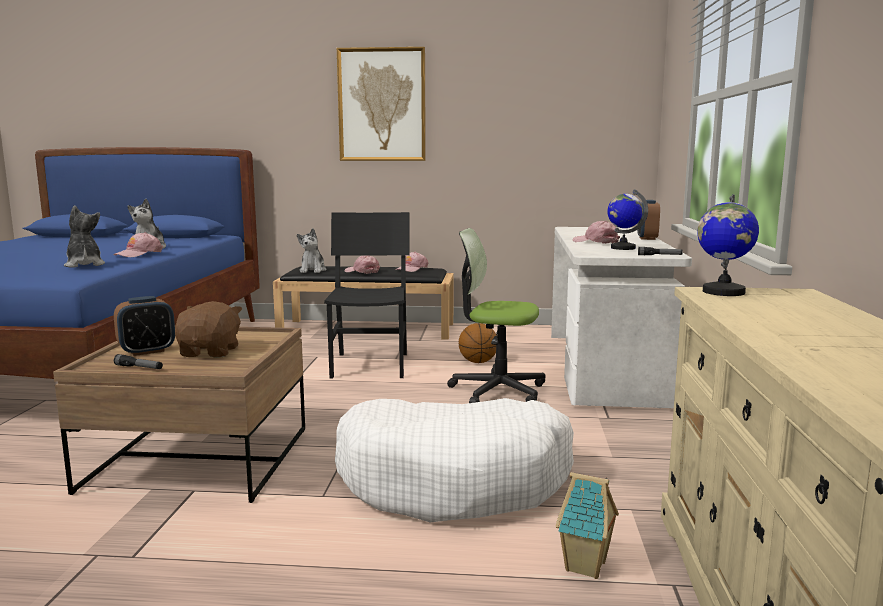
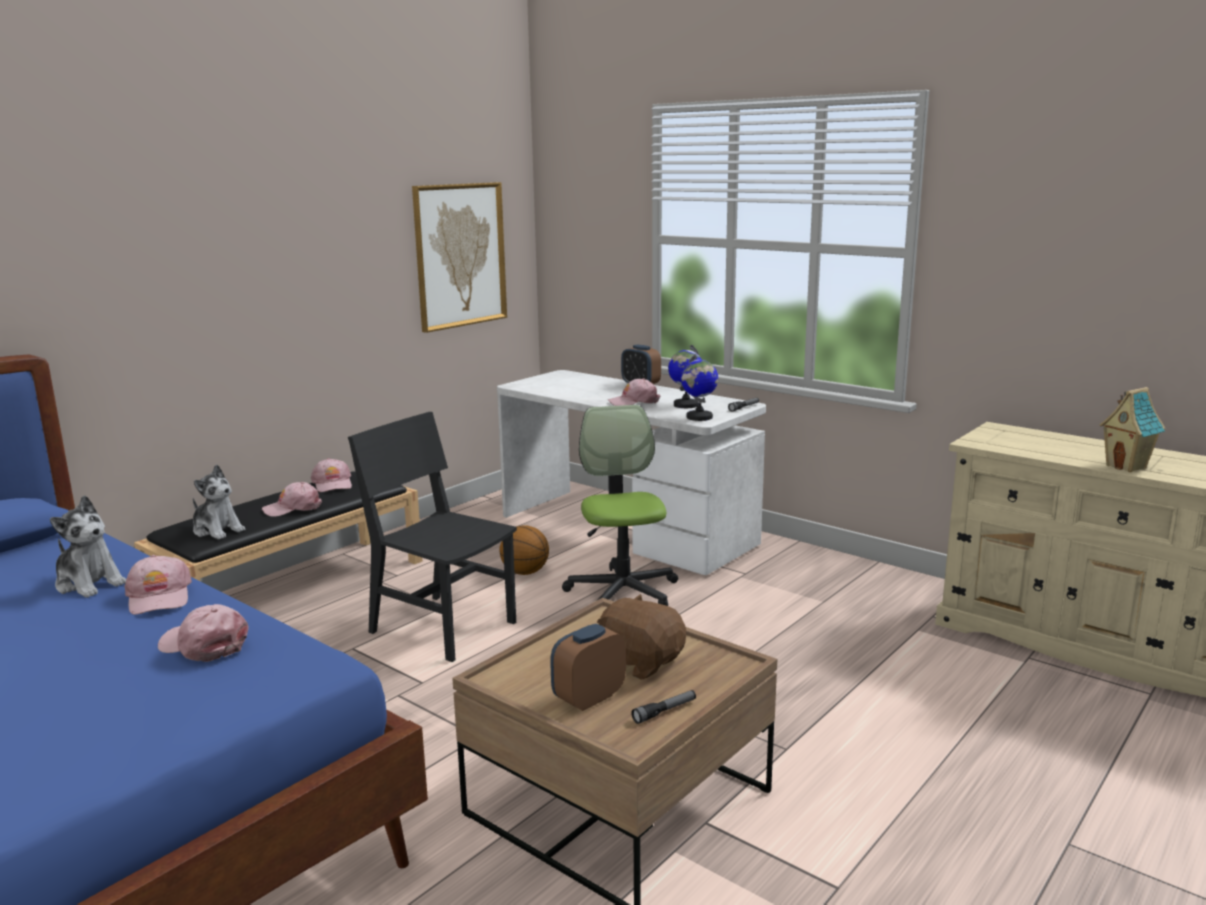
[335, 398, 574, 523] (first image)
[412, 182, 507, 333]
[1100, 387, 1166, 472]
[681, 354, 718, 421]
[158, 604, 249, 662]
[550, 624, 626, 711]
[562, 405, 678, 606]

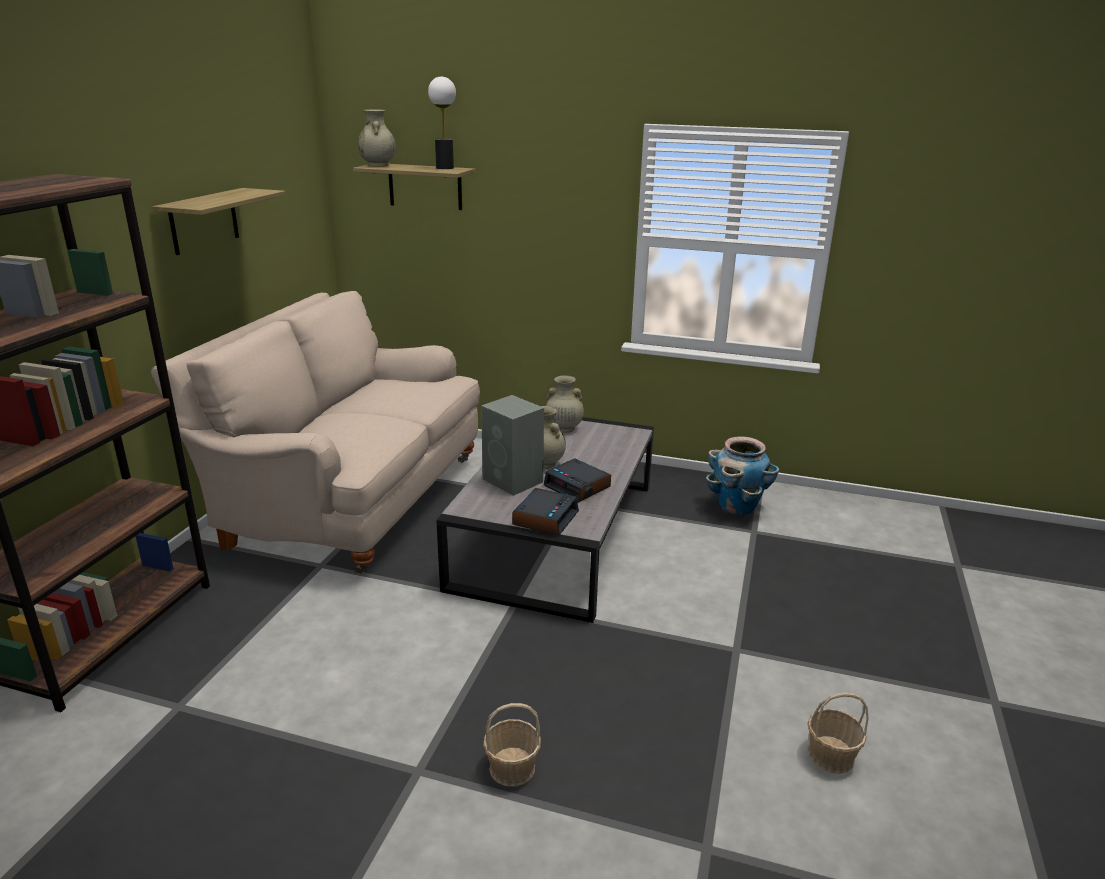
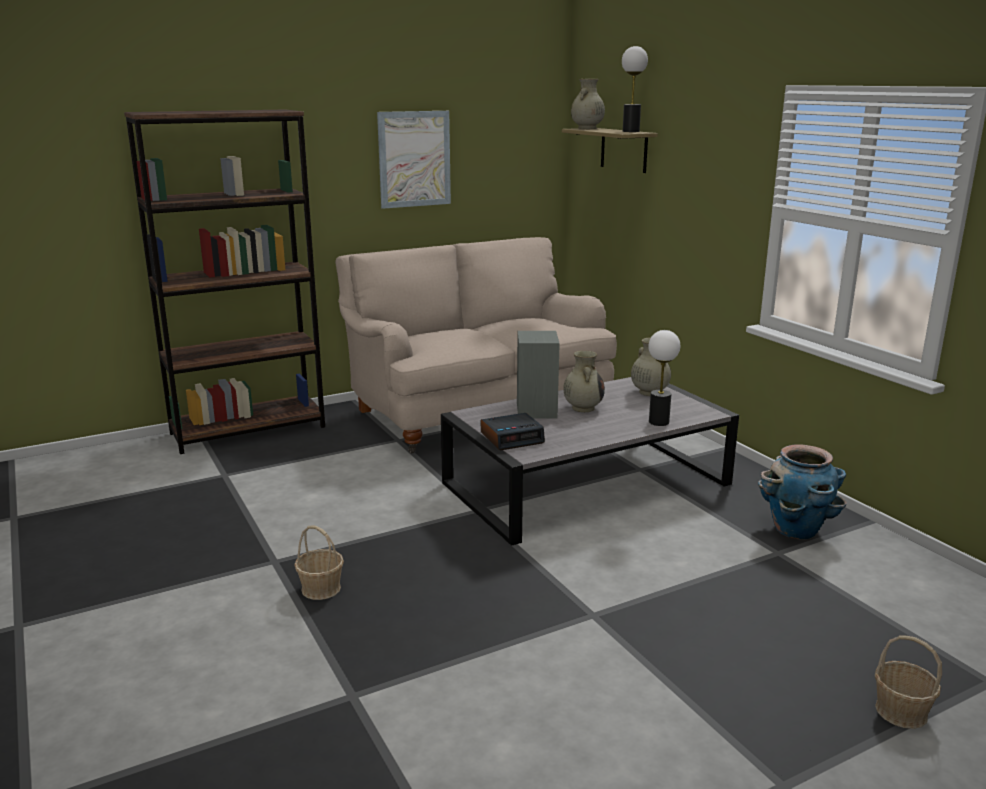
[544, 459, 611, 502] (first image)
[648, 330, 680, 426]
[875, 635, 942, 729]
[377, 111, 451, 209]

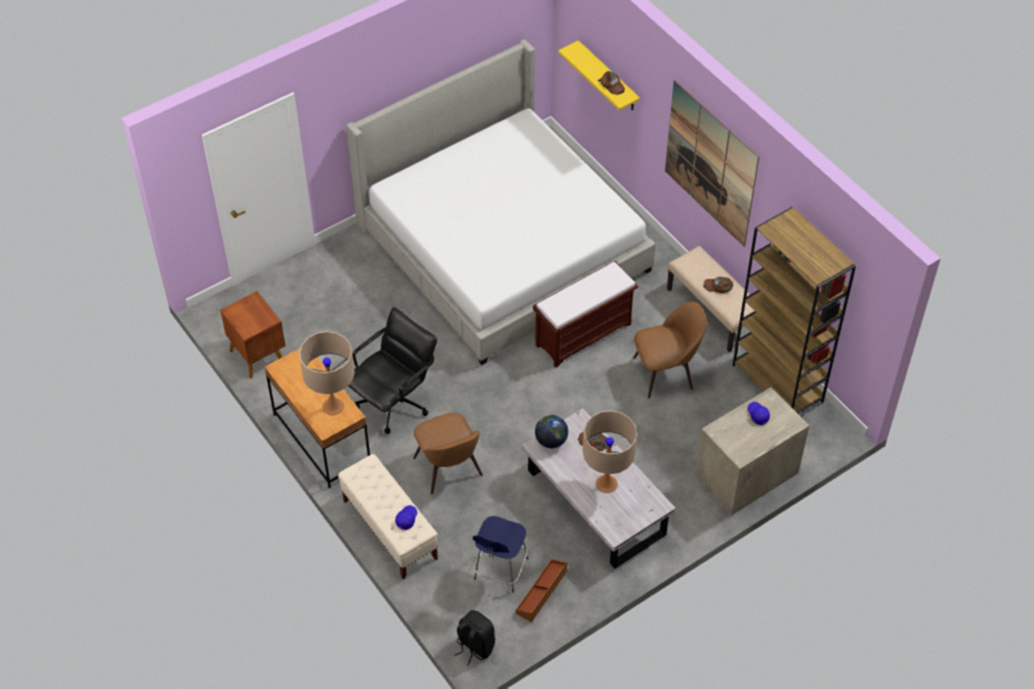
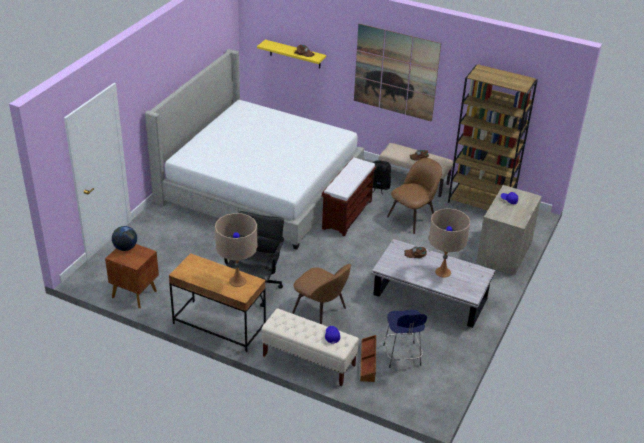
[372, 160, 391, 194]
[360, 335, 376, 382]
[112, 226, 137, 251]

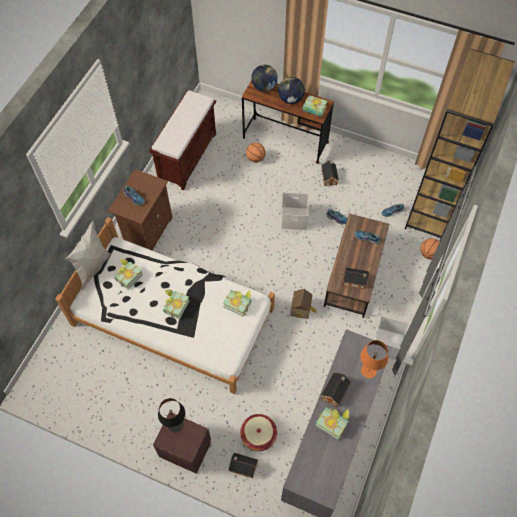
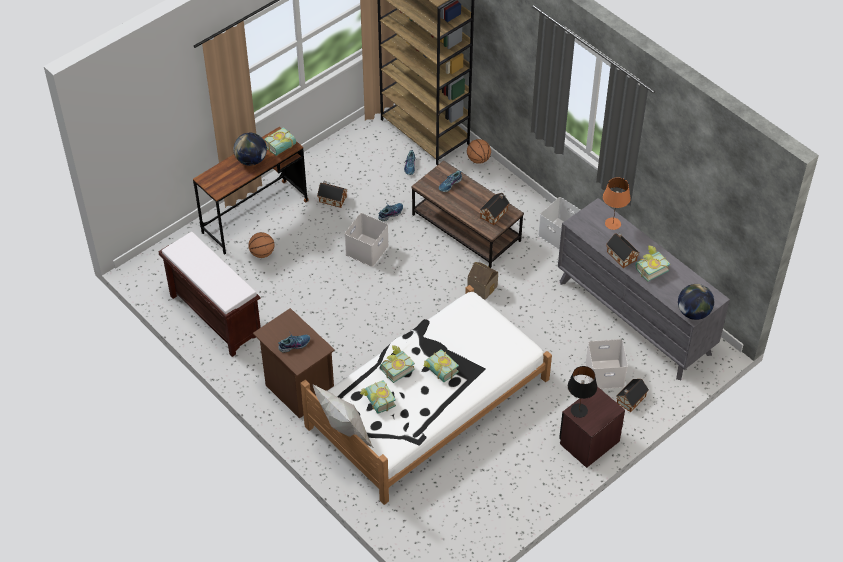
[380, 345, 415, 383]
[678, 284, 714, 320]
[585, 339, 628, 389]

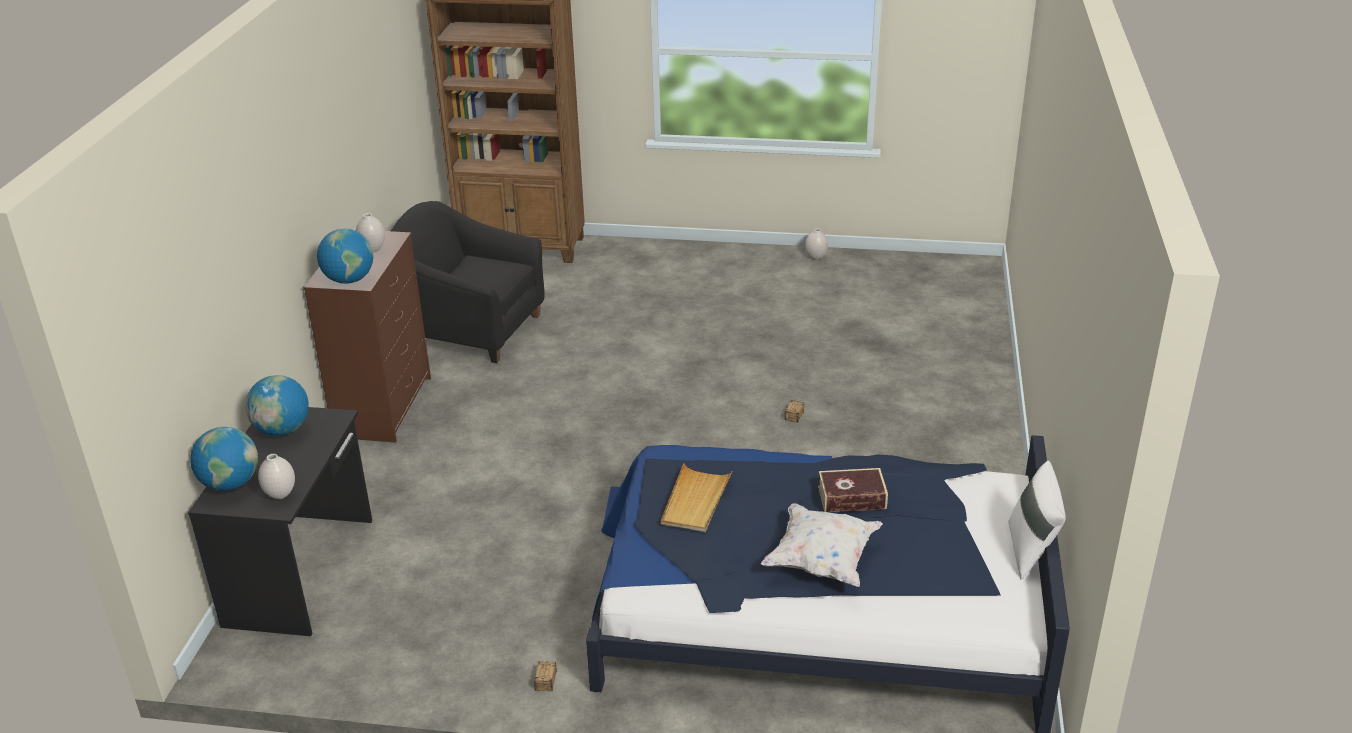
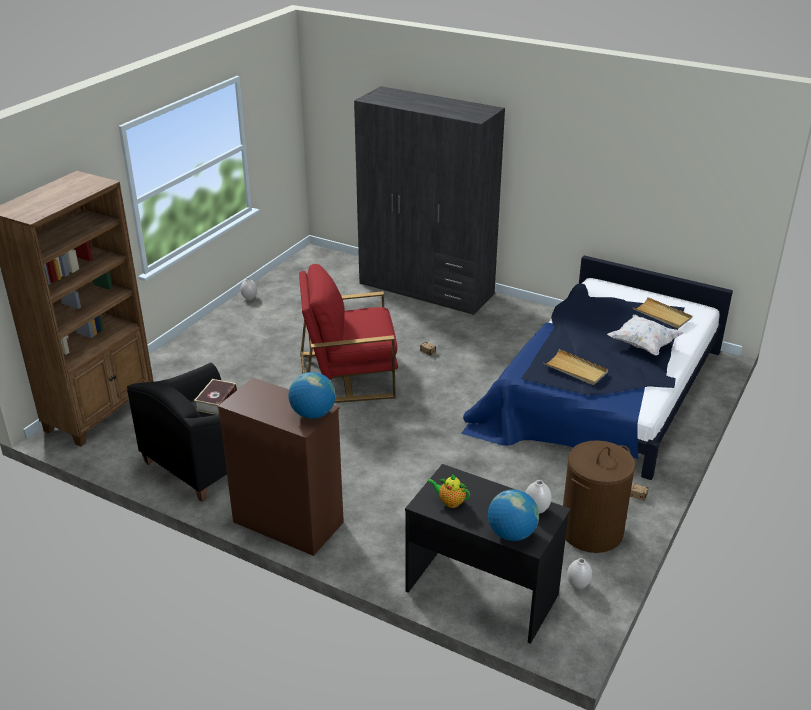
[1009, 461, 1066, 580] (first image)
[299, 264, 398, 403]
[354, 86, 505, 315]
[563, 440, 635, 553]
[633, 297, 692, 329]
[567, 558, 592, 589]
[194, 379, 237, 415]
[427, 474, 470, 508]

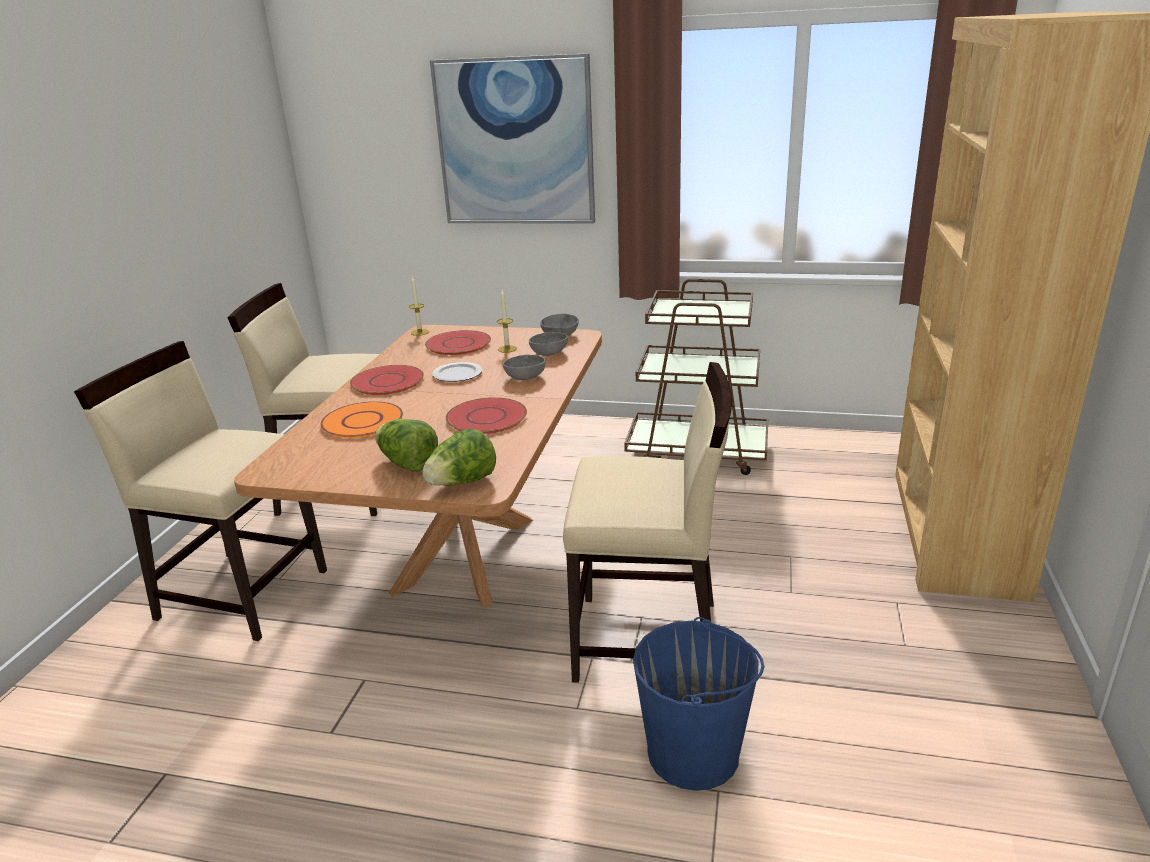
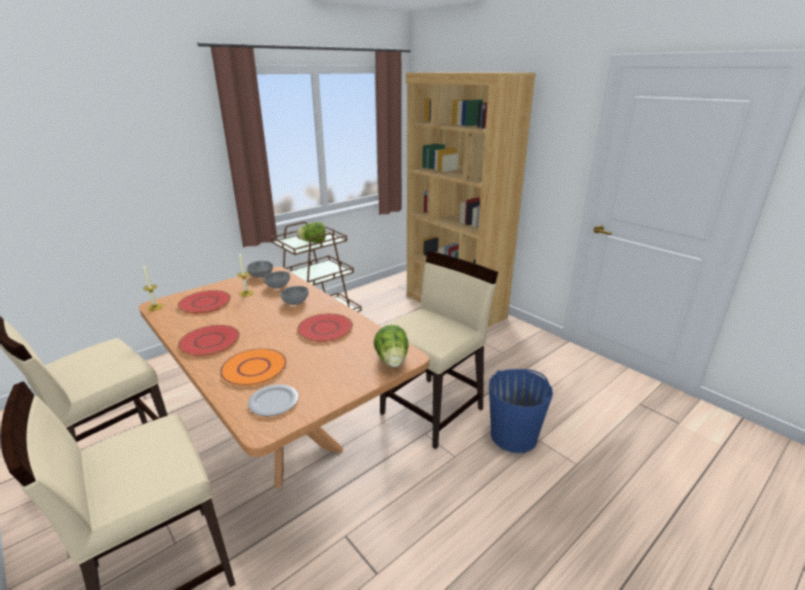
[430, 53, 595, 224] (first image)
[296, 222, 326, 242]
[248, 384, 299, 416]

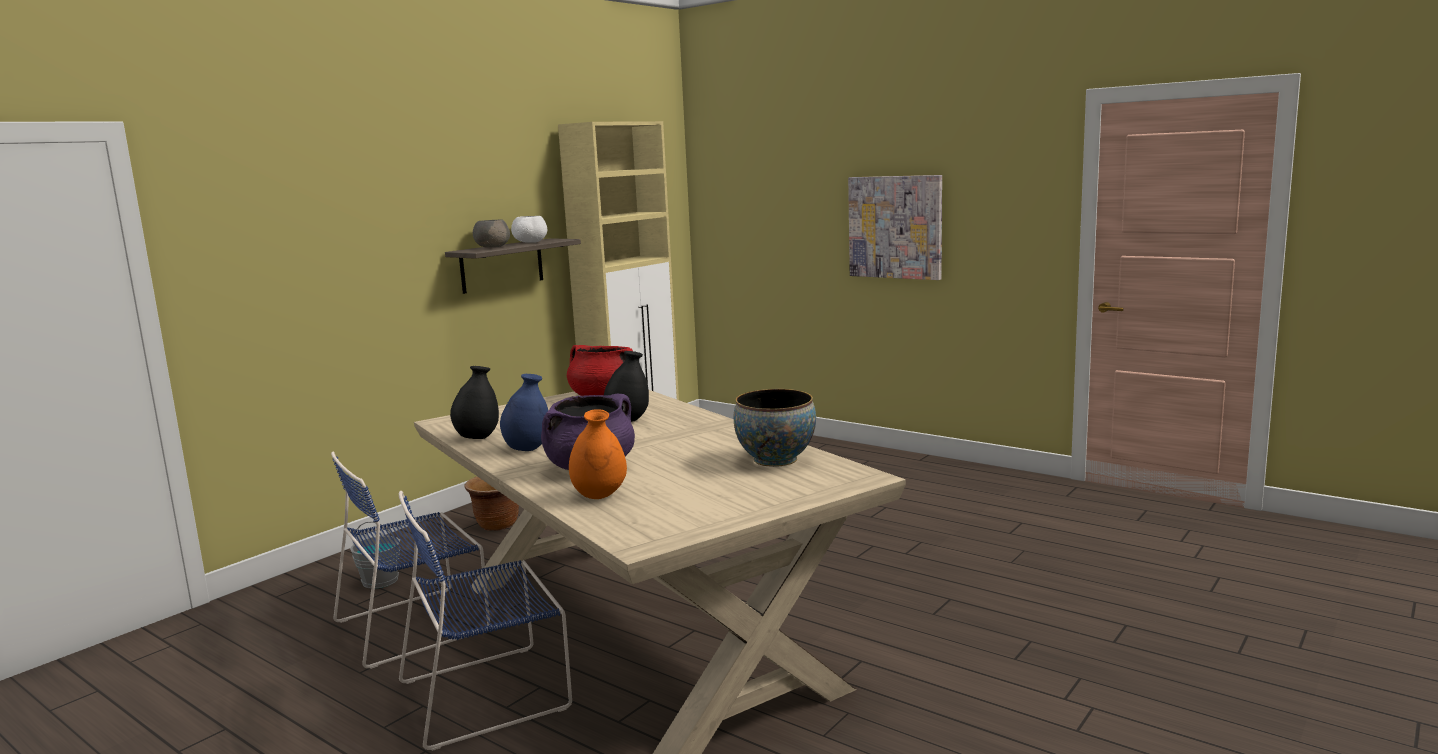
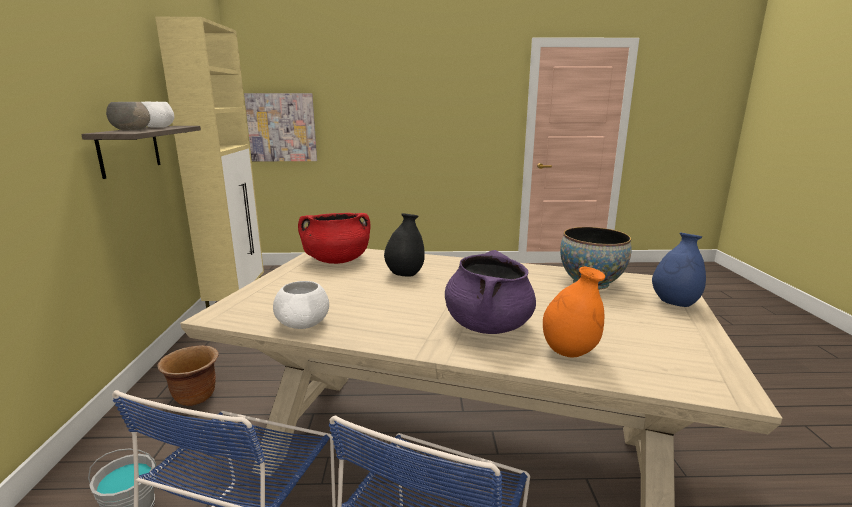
[652, 233, 706, 307]
[244, 93, 317, 161]
[273, 281, 329, 329]

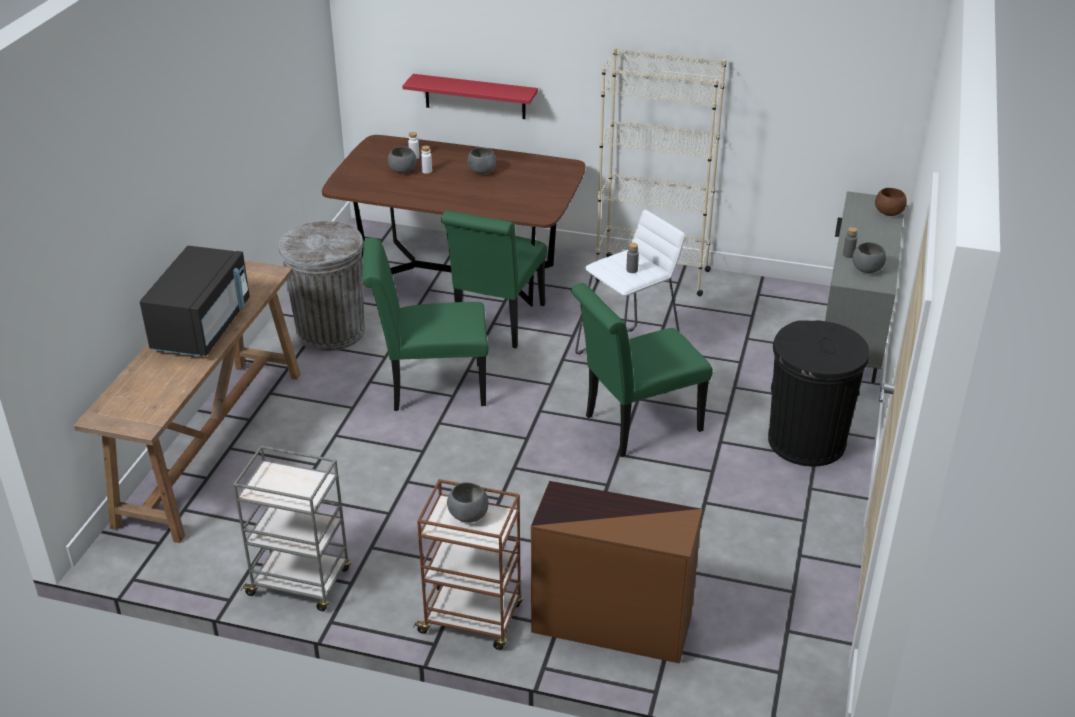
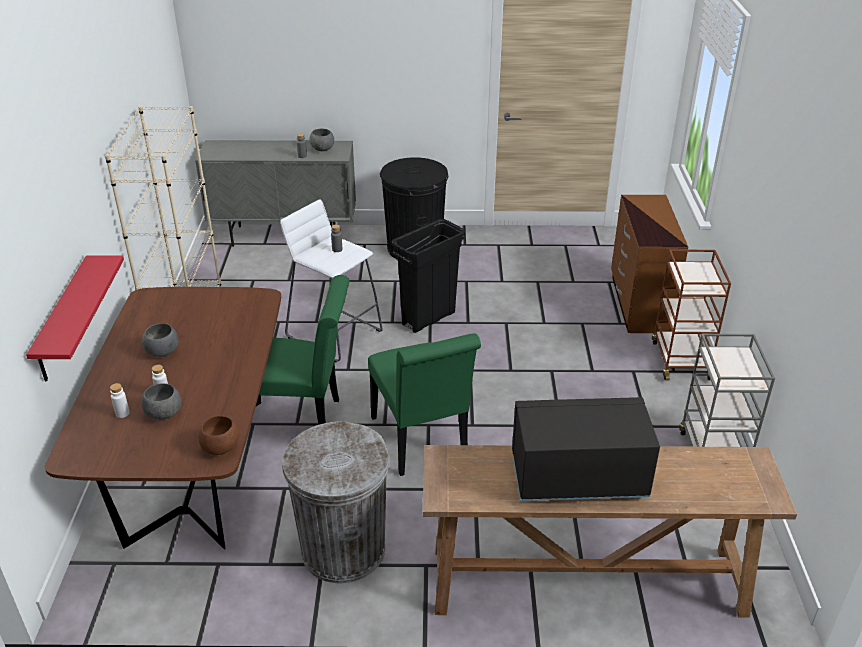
[447, 482, 489, 523] (first image)
[199, 416, 239, 455]
[392, 219, 465, 333]

